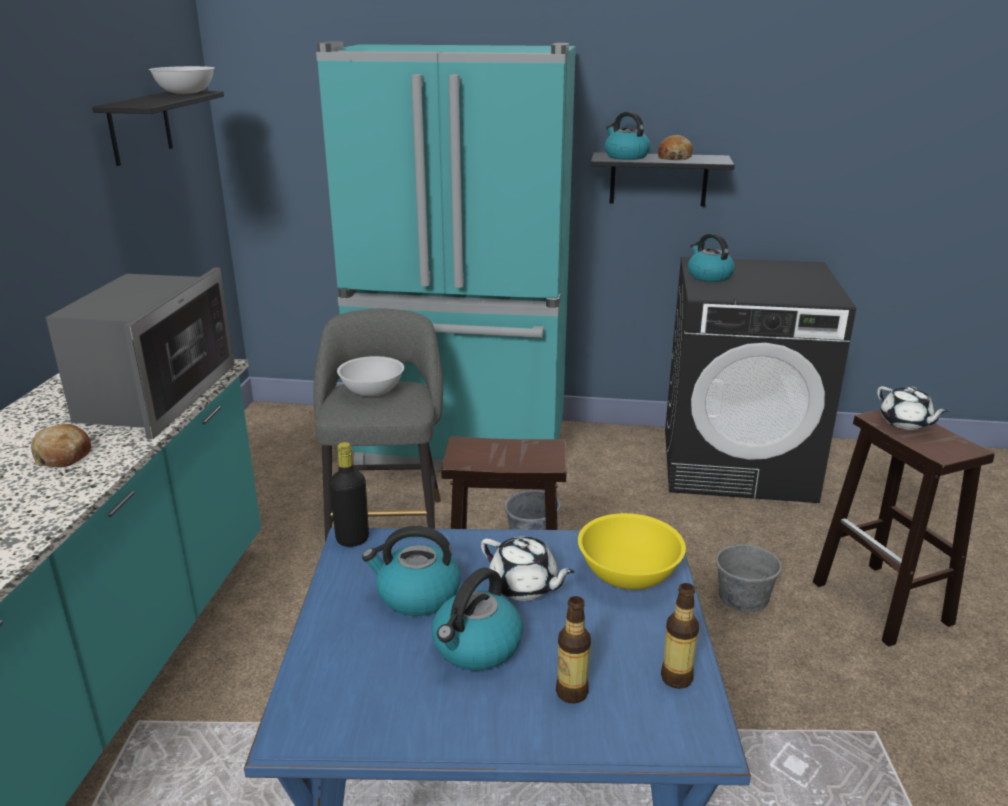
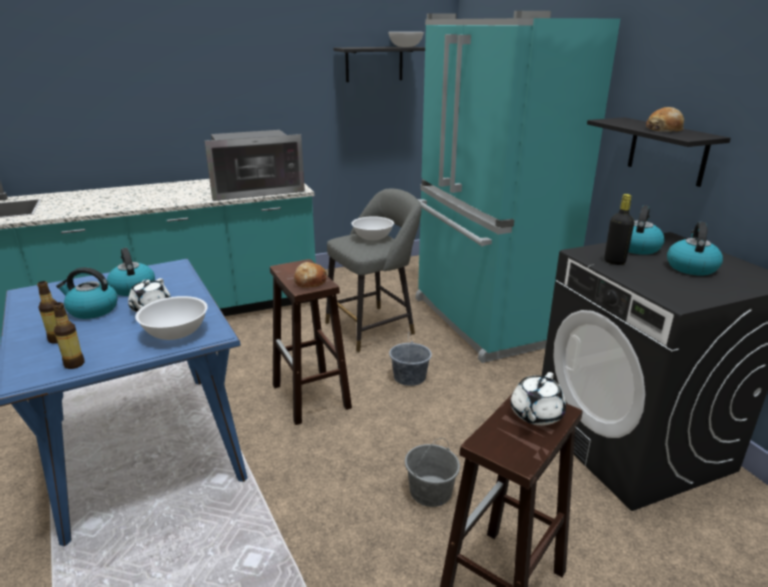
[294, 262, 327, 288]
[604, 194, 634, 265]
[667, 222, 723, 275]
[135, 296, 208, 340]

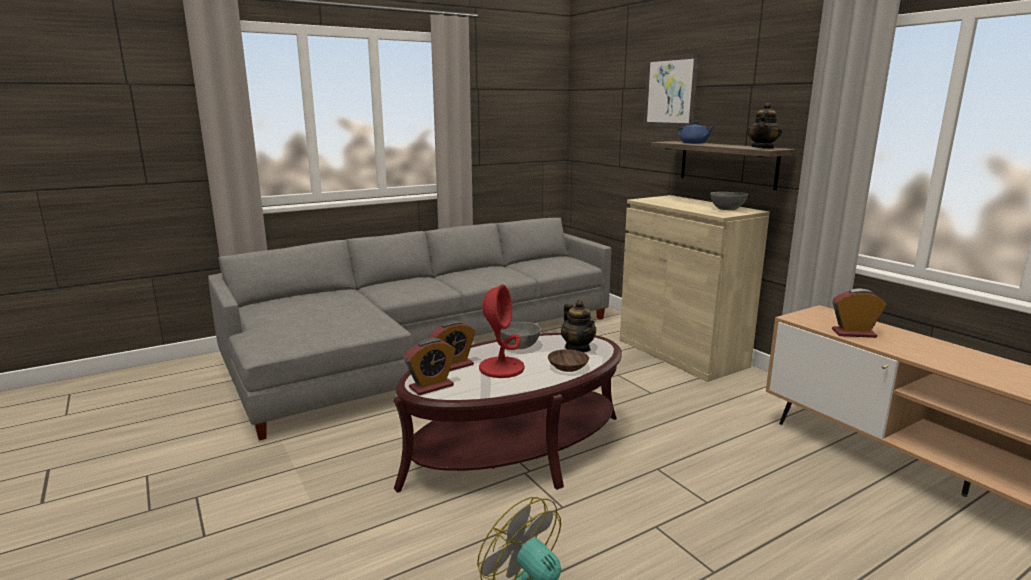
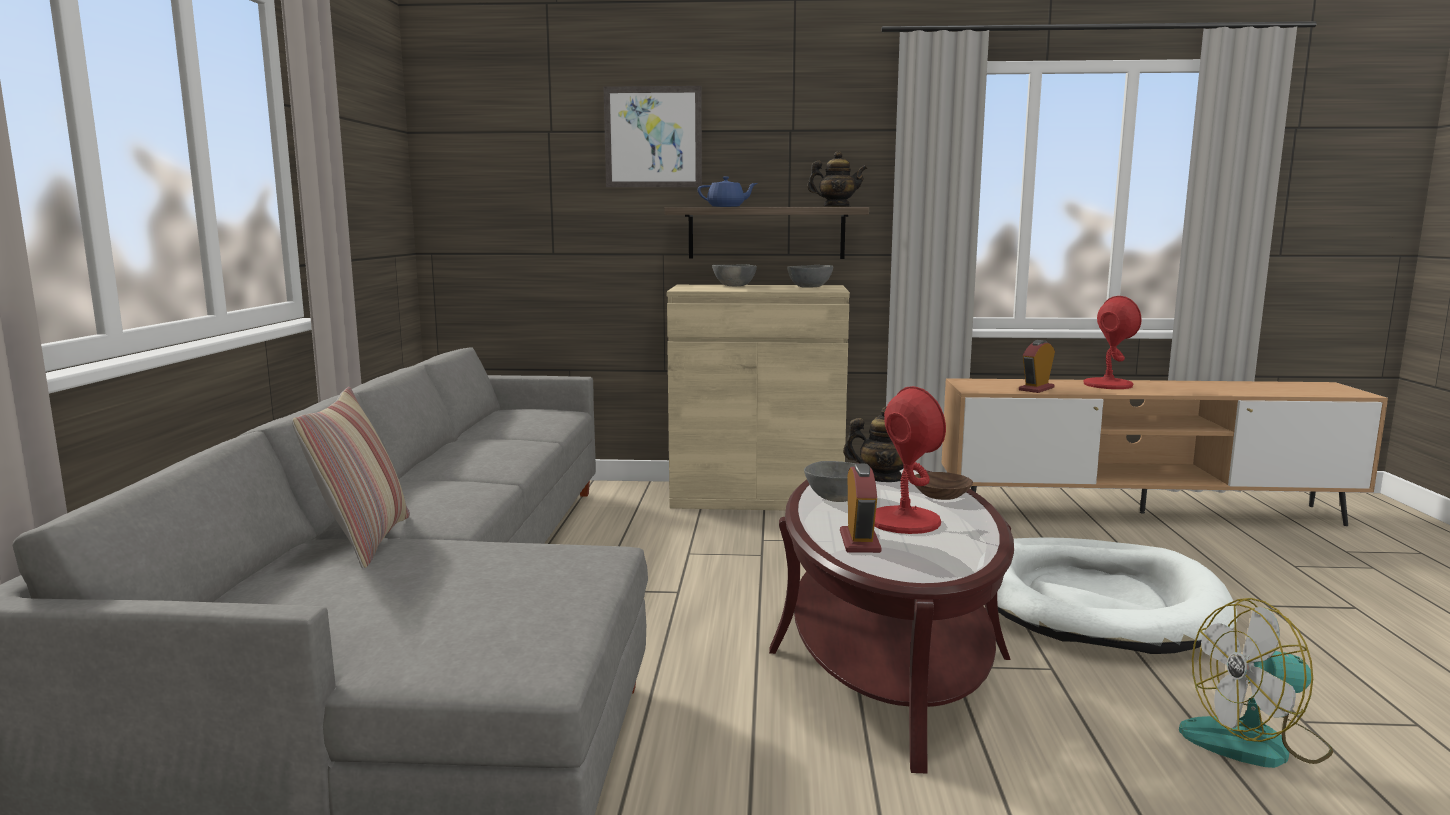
[404, 338, 455, 395] (first image)
[292, 387, 410, 568]
[712, 264, 757, 287]
[997, 537, 1237, 654]
[1083, 296, 1142, 389]
[807, 151, 867, 207]

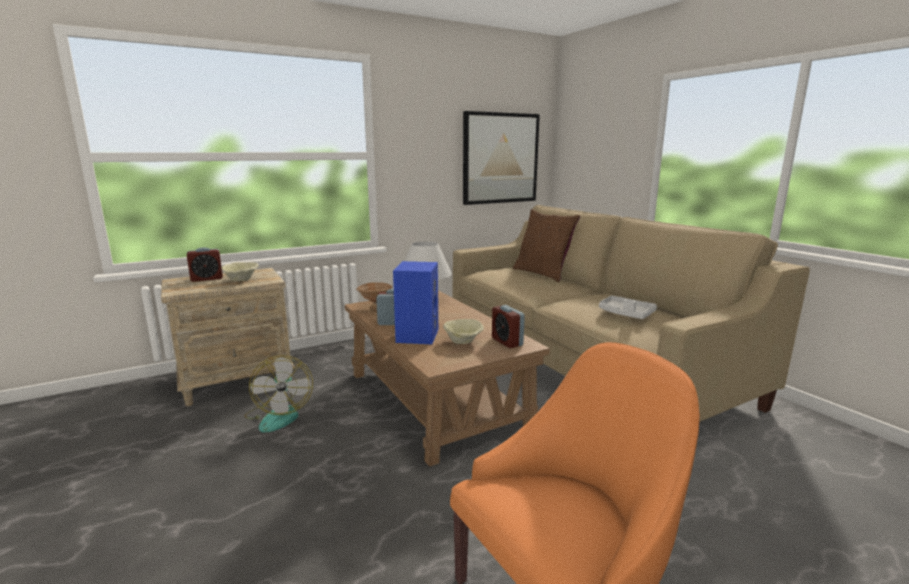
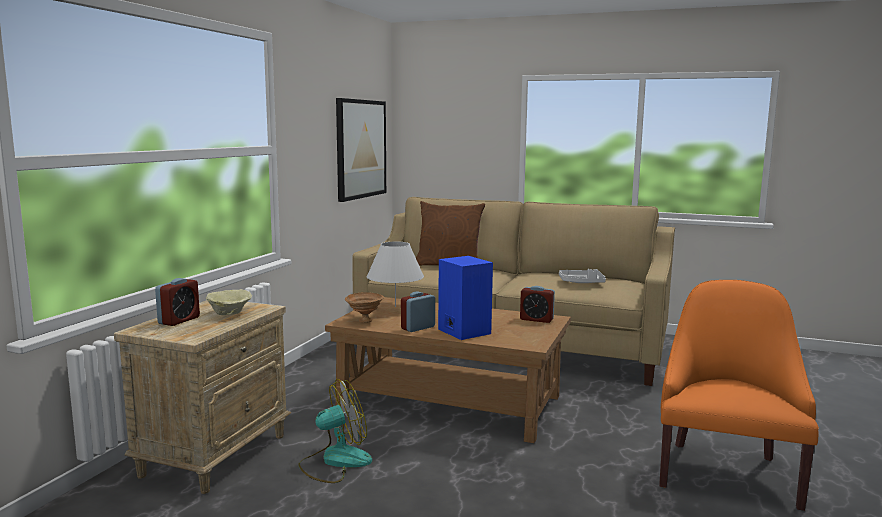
[443, 319, 484, 344] (first image)
[298, 379, 372, 483]

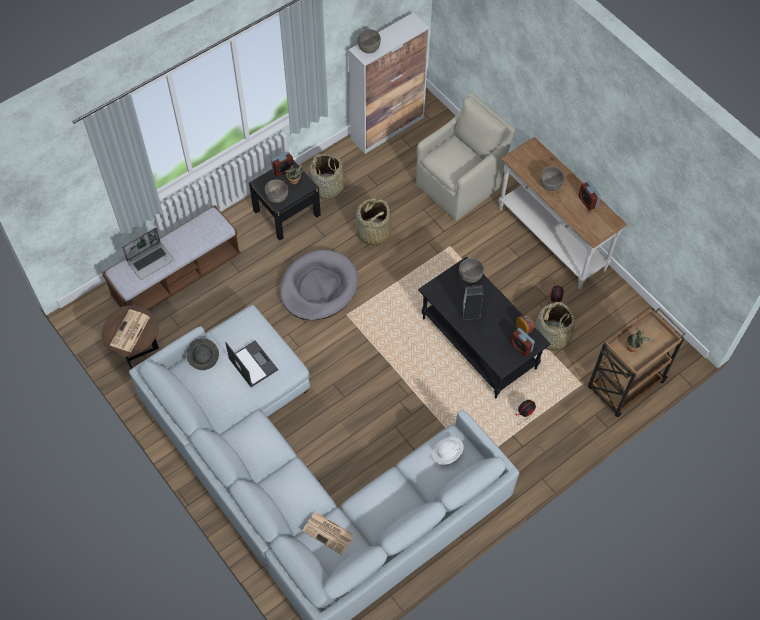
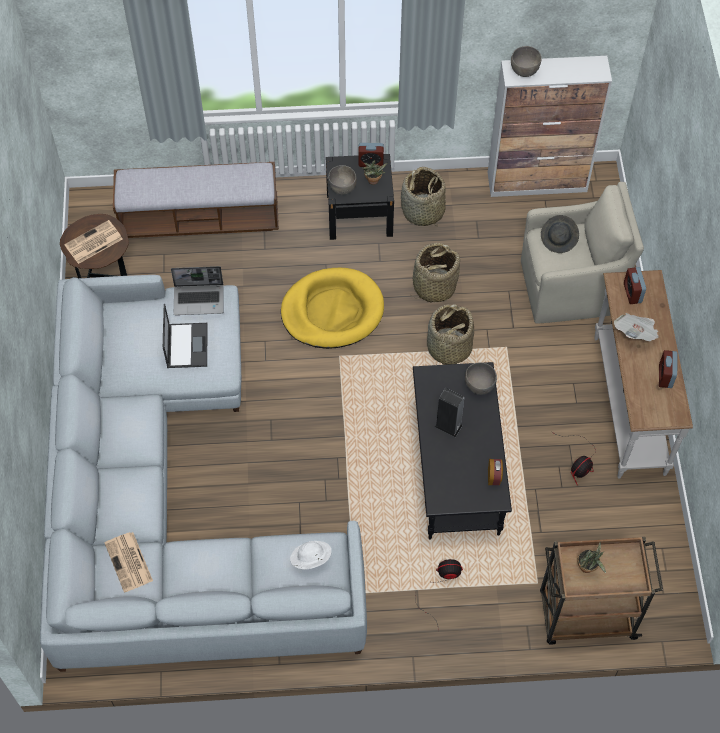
[171, 266, 224, 315]
[541, 215, 579, 253]
[624, 267, 646, 304]
[427, 304, 474, 365]
[614, 313, 659, 341]
[281, 268, 384, 349]

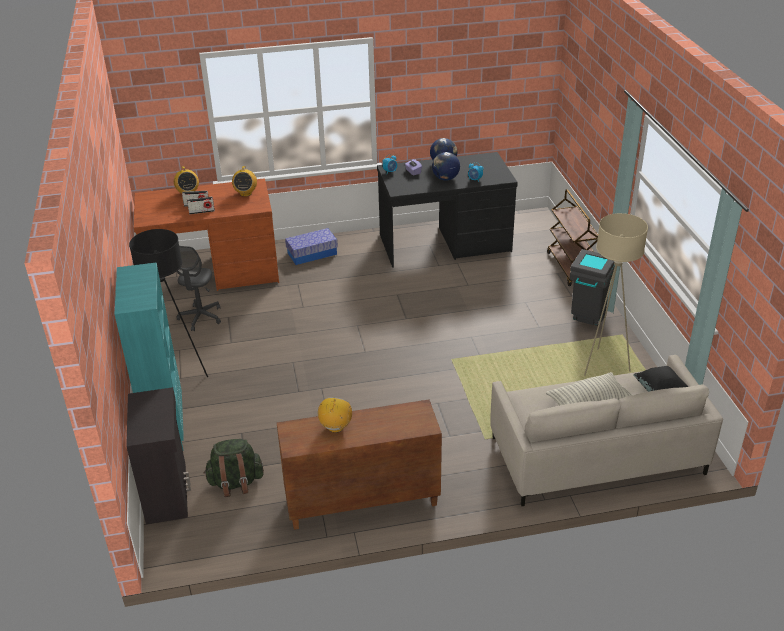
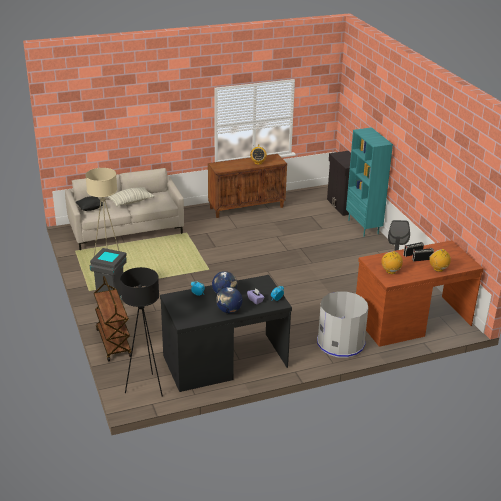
[204, 439, 264, 497] (first image)
[120, 267, 163, 397]
[317, 291, 368, 358]

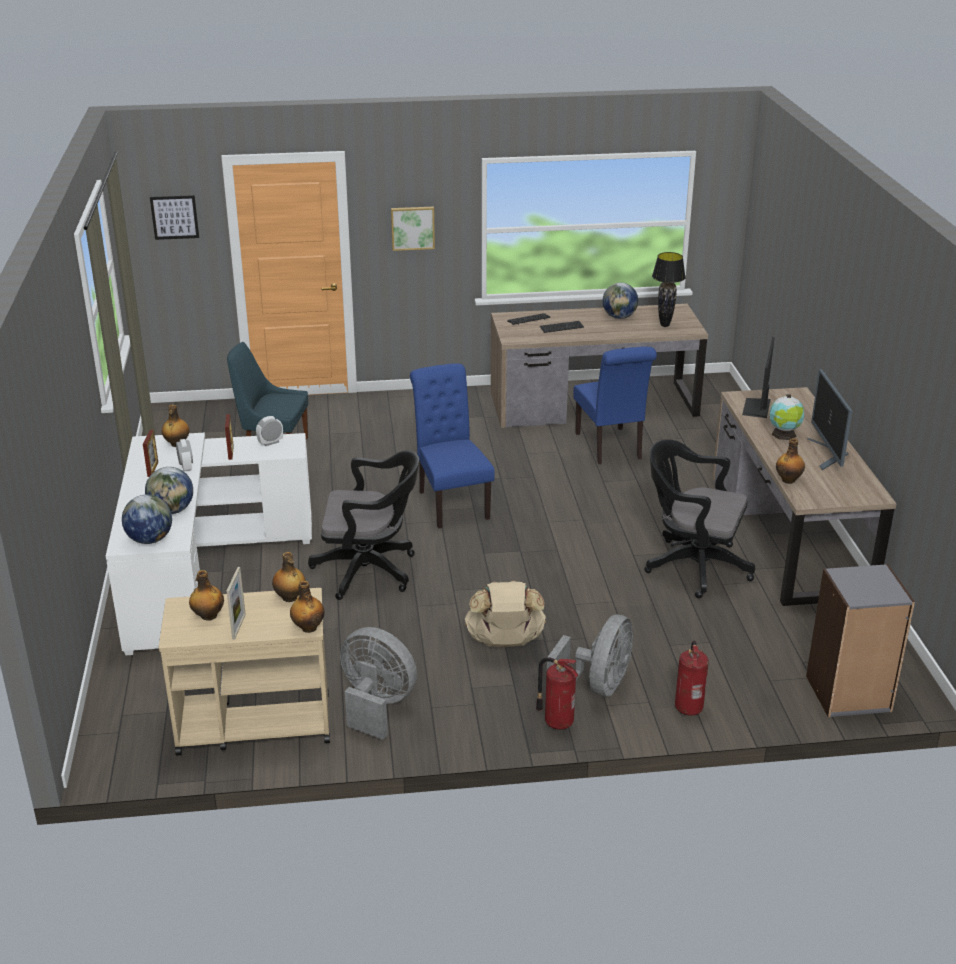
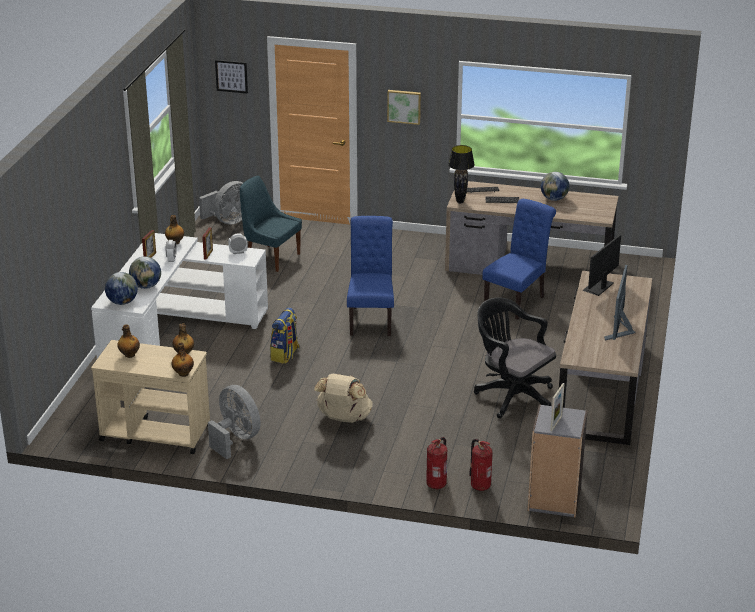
[770, 394, 804, 440] (first image)
[776, 438, 805, 484] (first image)
[551, 383, 565, 431]
[469, 439, 493, 491]
[199, 181, 243, 225]
[448, 145, 475, 204]
[270, 307, 300, 364]
[482, 199, 556, 320]

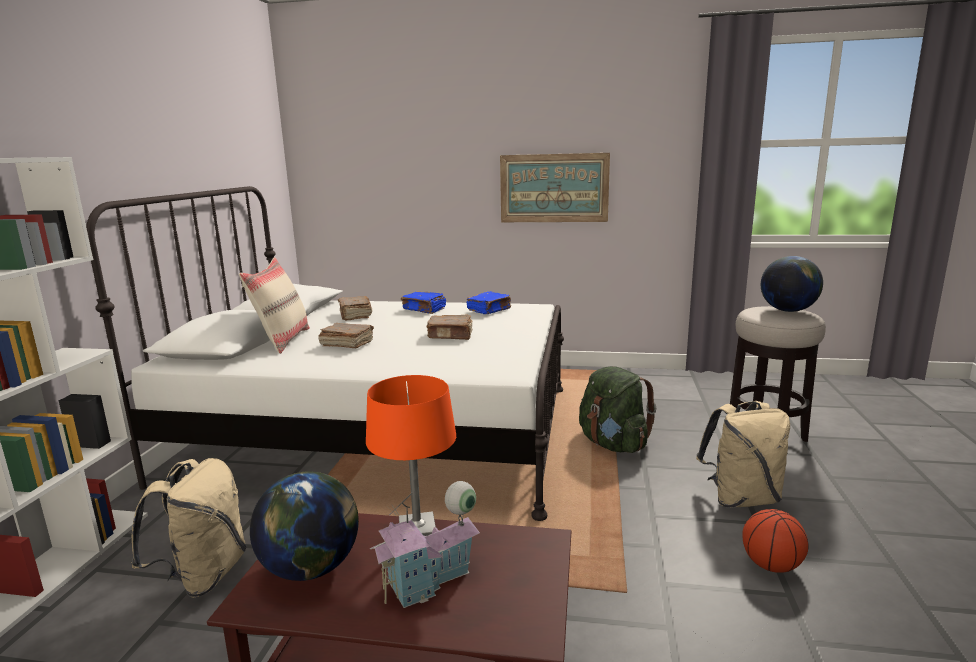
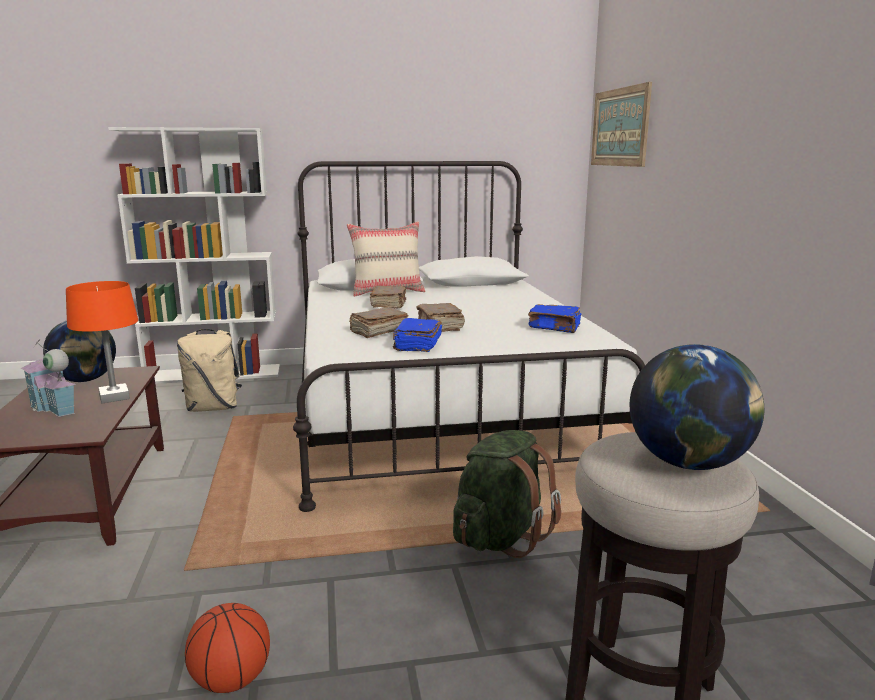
[696, 401, 790, 508] (first image)
[349, 307, 409, 338]
[393, 318, 442, 352]
[591, 82, 652, 167]

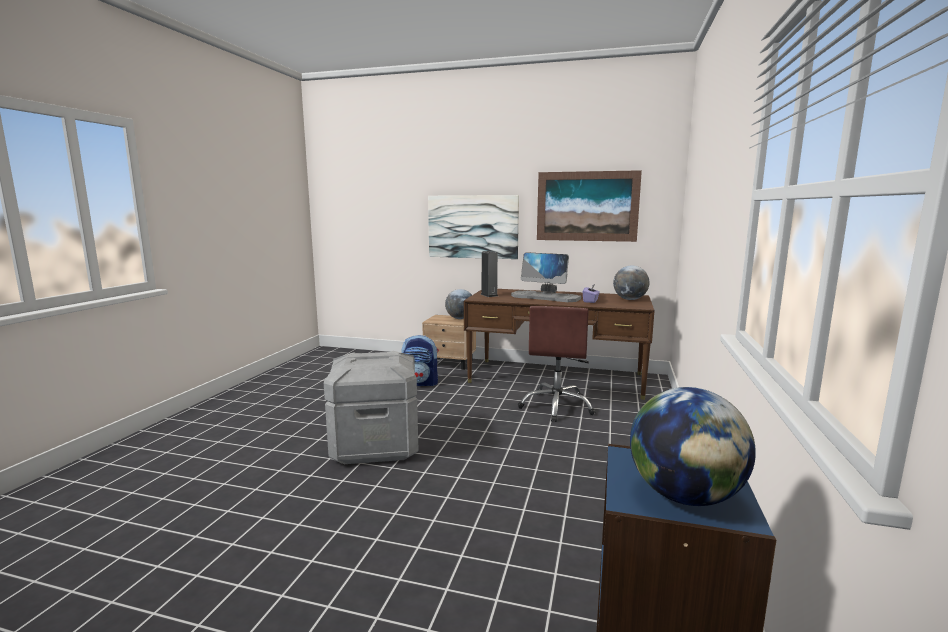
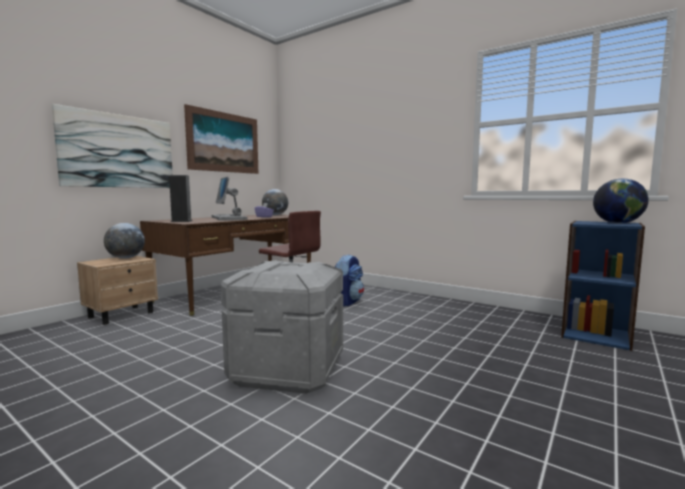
[335, 254, 364, 307]
[212, 177, 248, 221]

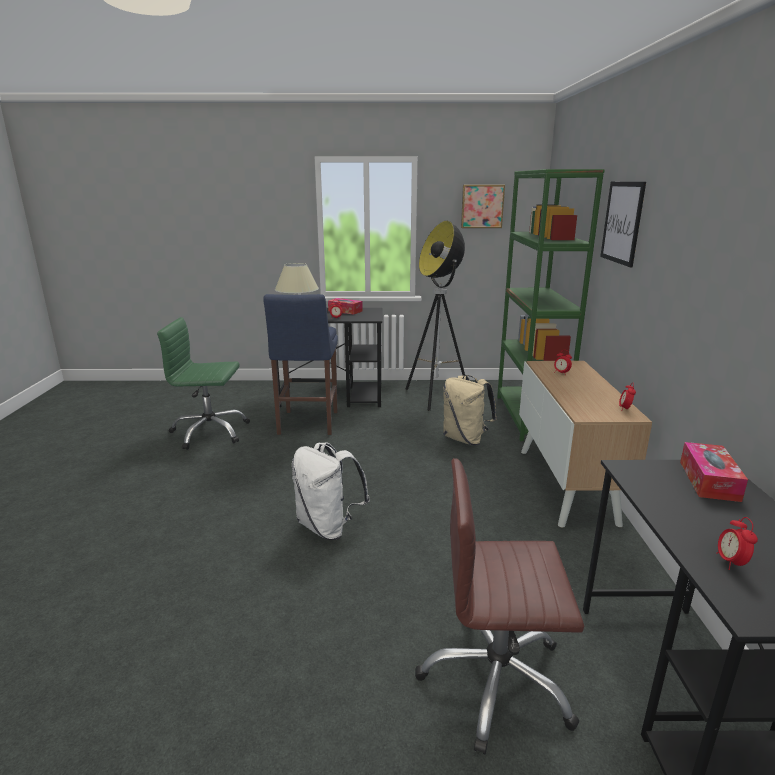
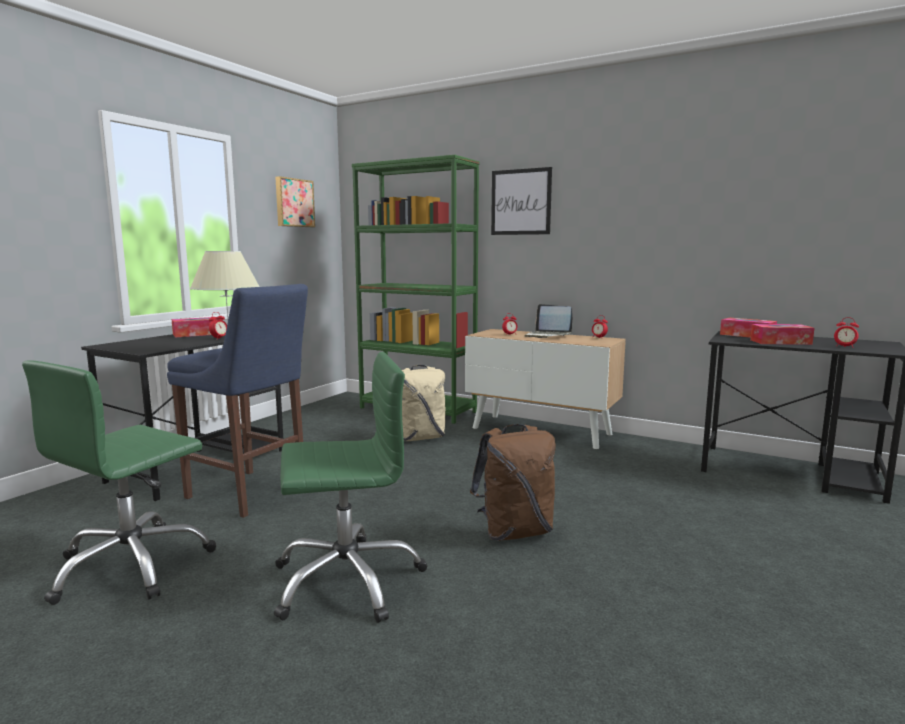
[406, 221, 465, 411] (first image)
[415, 458, 584, 754] (first image)
[274, 352, 427, 623]
[525, 304, 572, 338]
[750, 324, 814, 345]
[470, 424, 556, 541]

